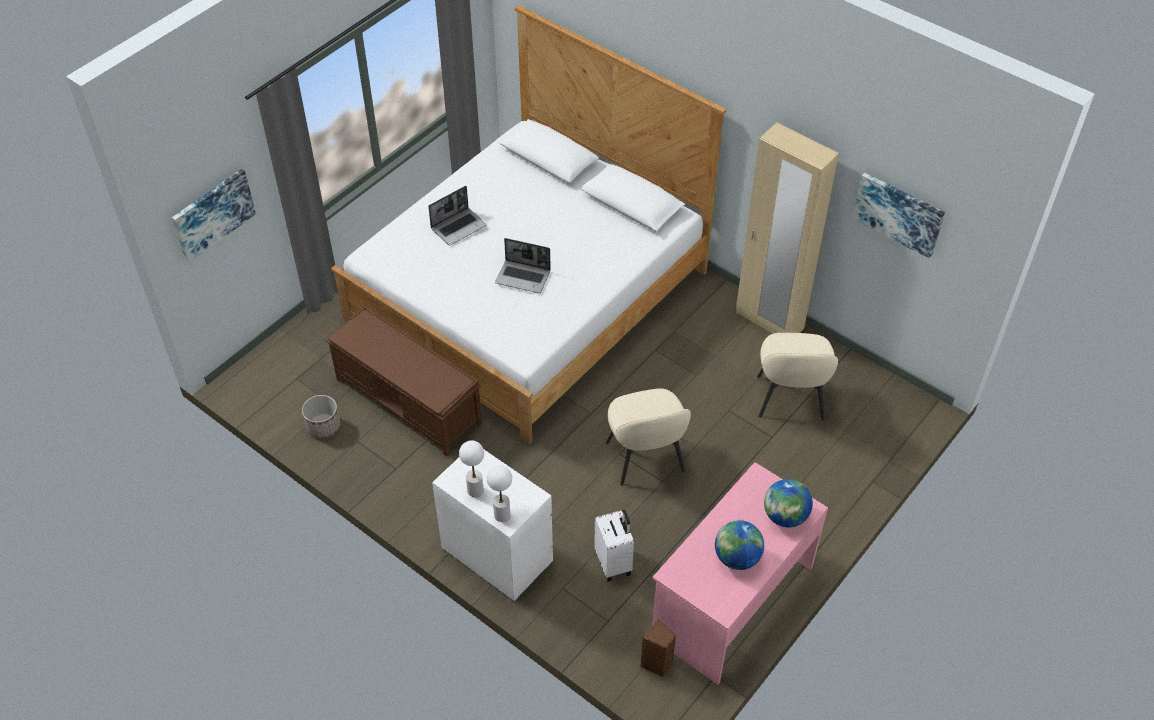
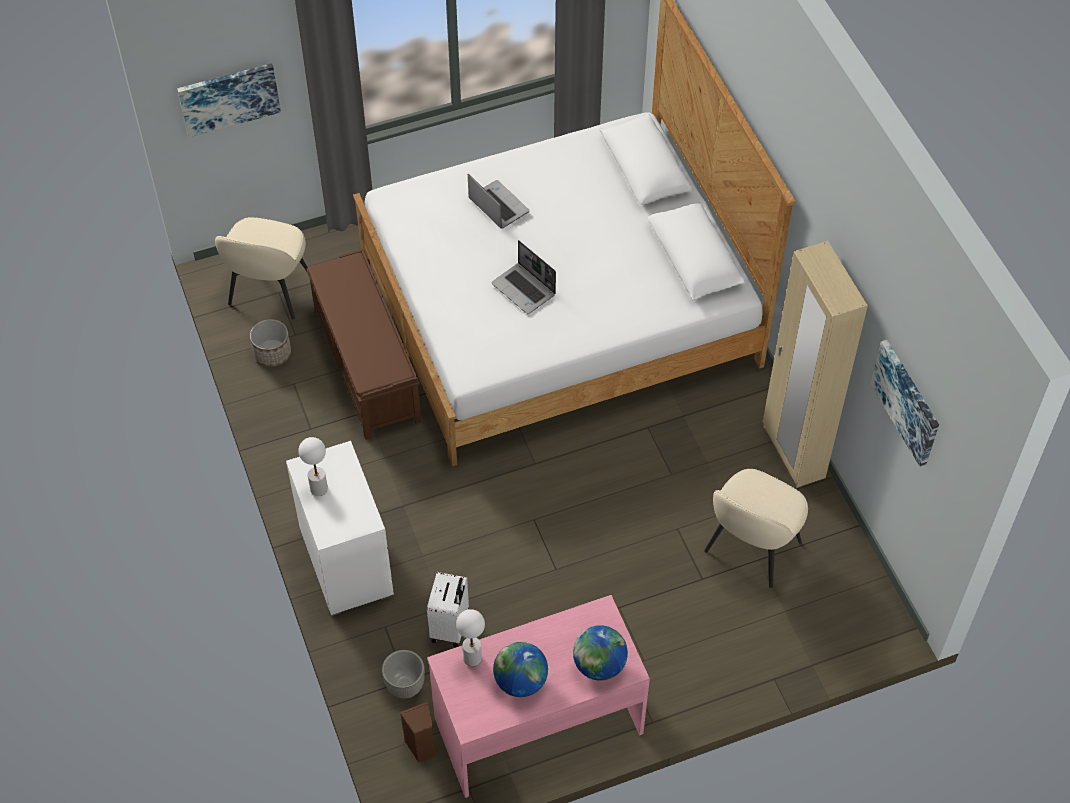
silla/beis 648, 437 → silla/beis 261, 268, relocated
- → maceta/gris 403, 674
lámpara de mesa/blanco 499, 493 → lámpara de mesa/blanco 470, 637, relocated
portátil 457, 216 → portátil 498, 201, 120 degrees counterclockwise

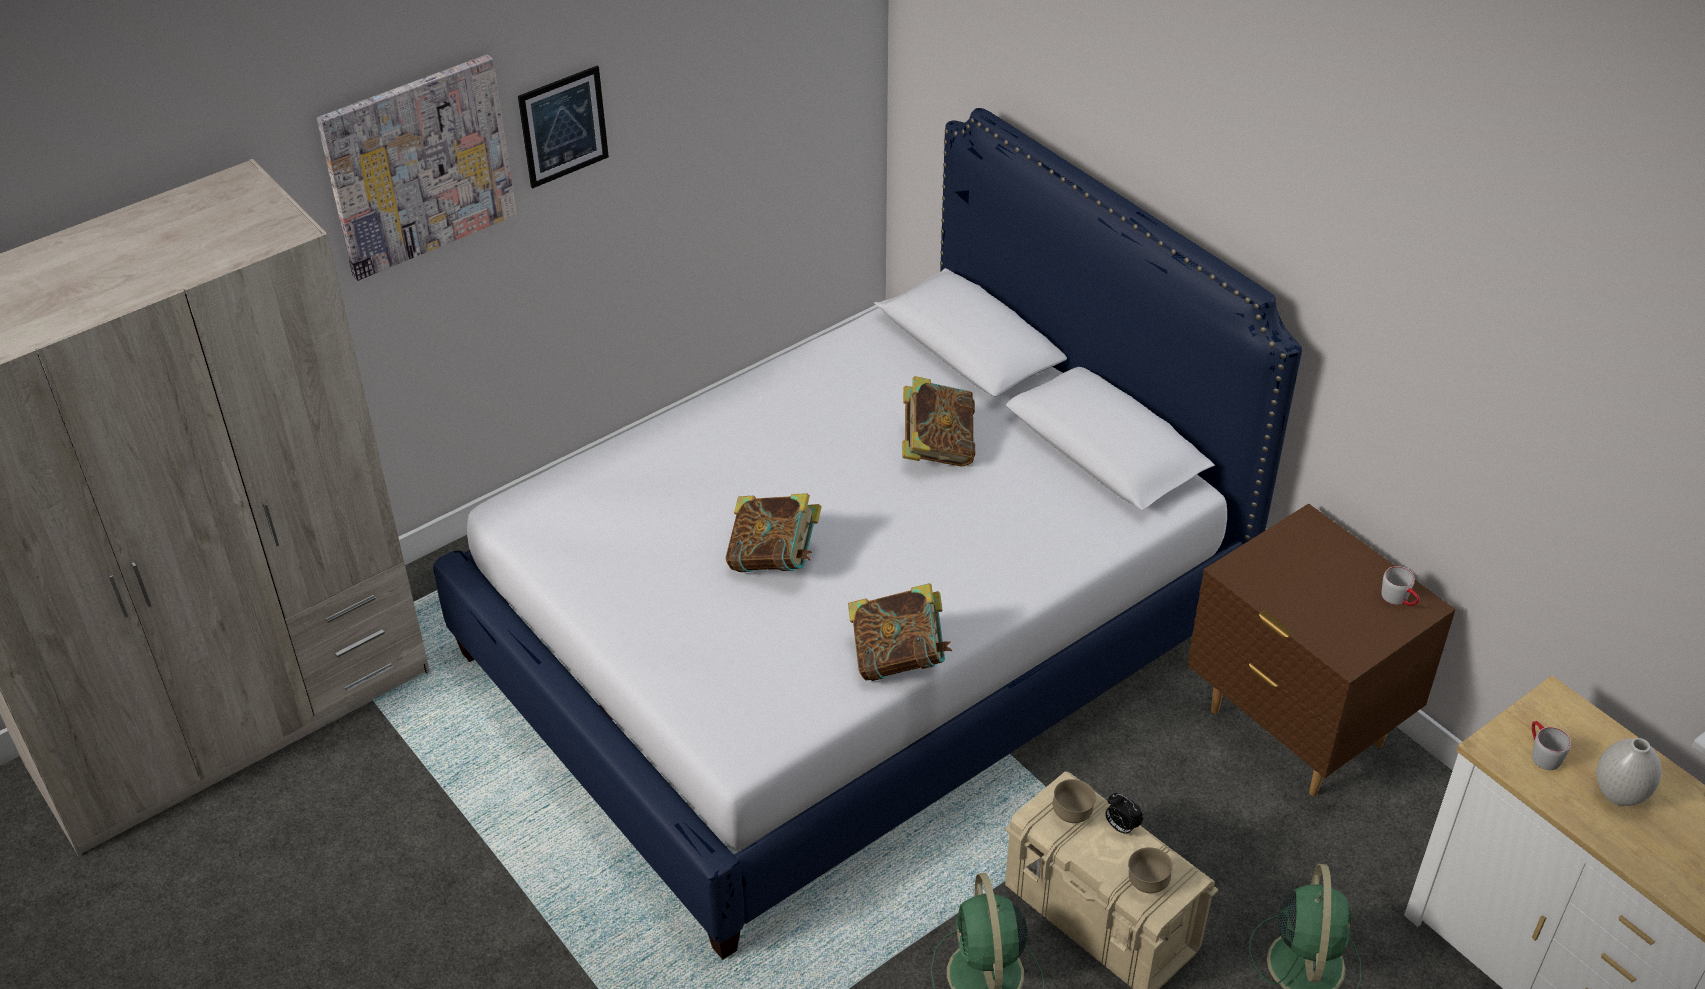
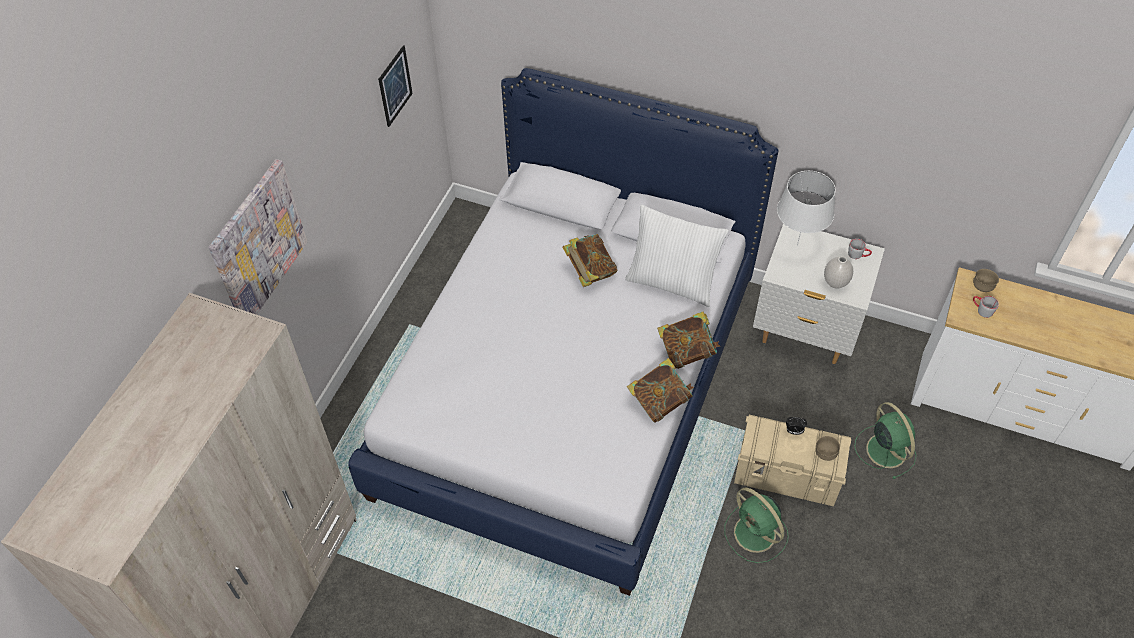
cuadro 563, 127 → cuadro 395, 86, relocated
- → cojín/blanco 677, 256
libro 774, 532 → libro 688, 340, relocated
mesita de noche/marrón 1321, 649 → mesita de noche/blanco 819, 294
- → lámpara de mesa/blanco 806, 208
florero/blanco 1629, 772 → florero/blanco 838, 272, relocated
cuenco/marrón 1074, 801 → cuenco/marrón 986, 280, relocated

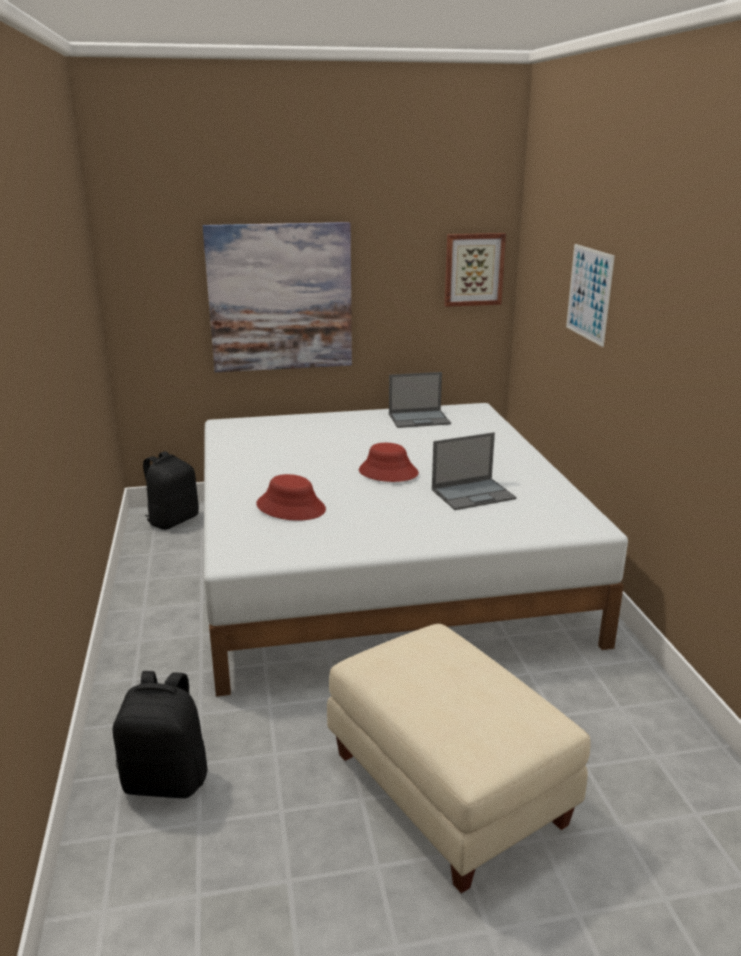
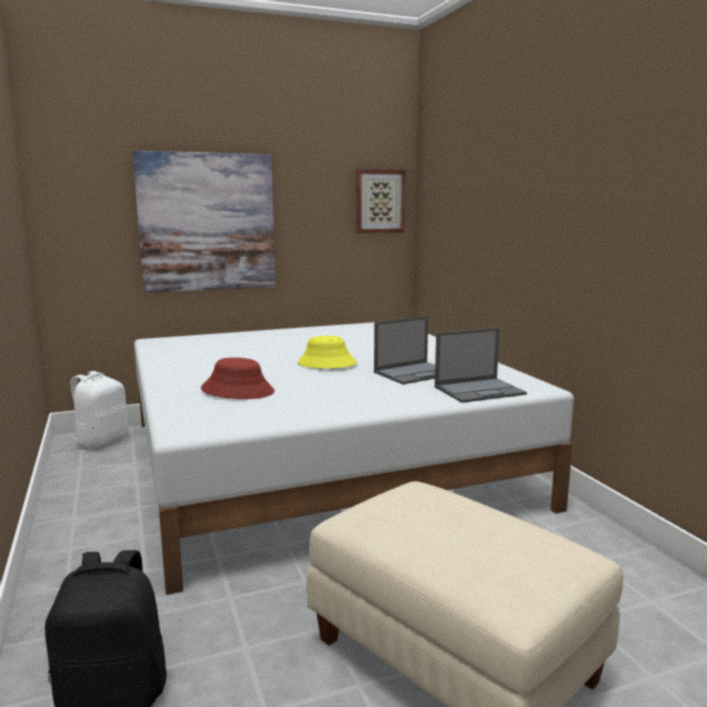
mochila/negro 171, 490 → mochila/blanco 99, 410
sombrero/rojo 389, 462 → sombrero/amarillo 327, 352
portátil 420, 400 → portátil 480, 365, relocated
cuadro 590, 295 → -

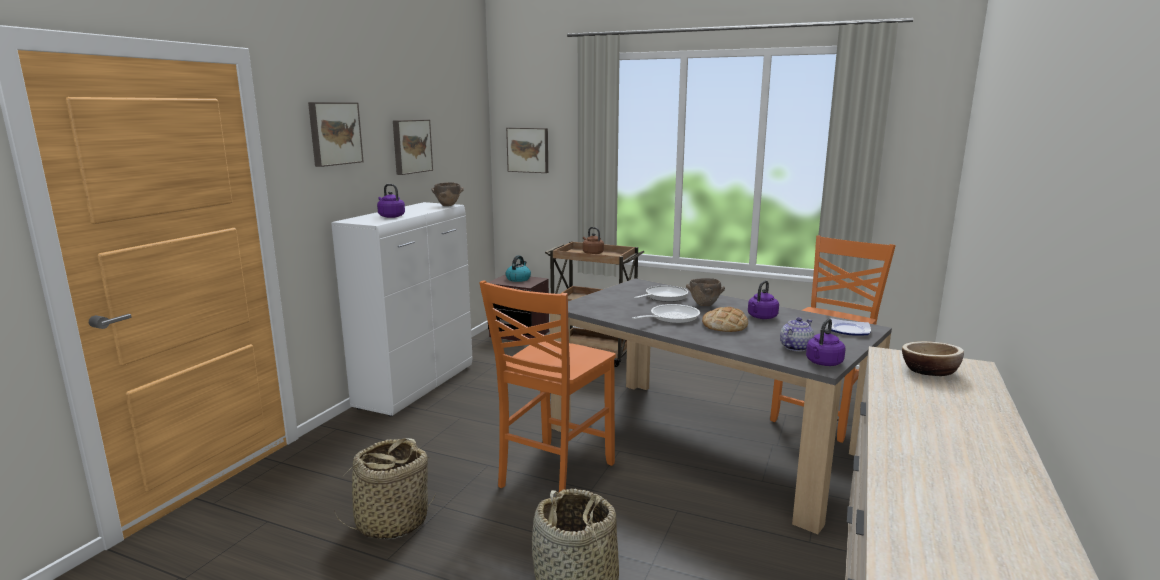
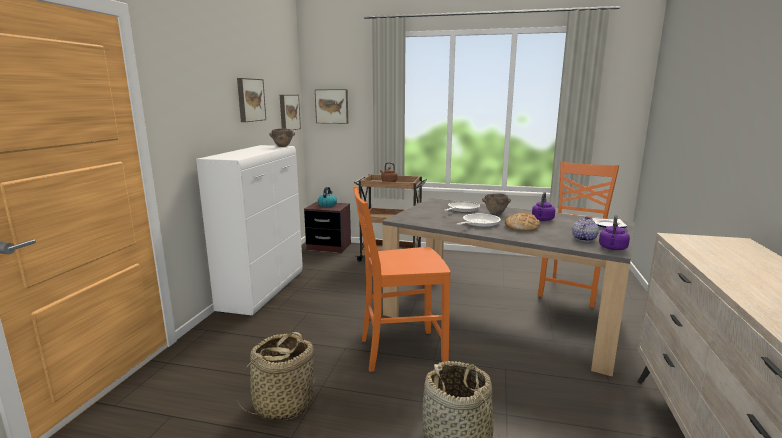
cuadro 336, 134 → cuadro 290, 112, relocated
silla/naranja 547, 386 → silla/naranja 401, 279, 60 degrees clockwise
hervidor/morado 391, 201 → -
cuenco 933, 358 → -

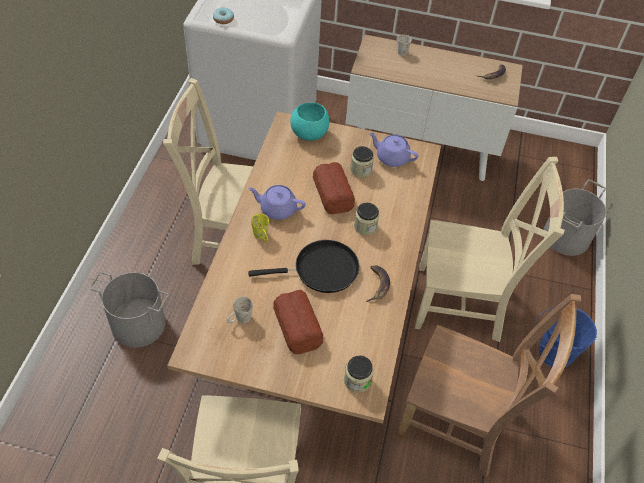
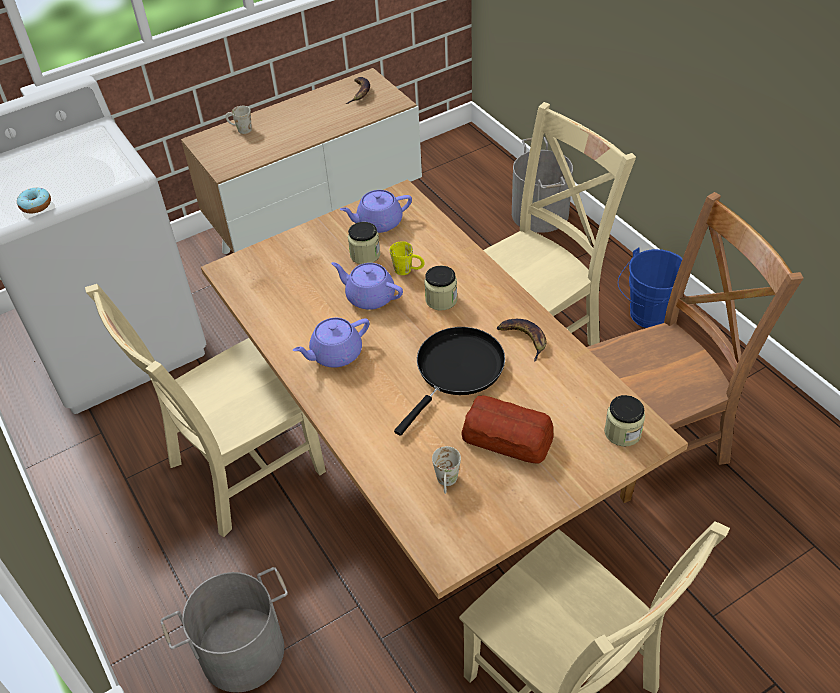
pan 334, 188 → tetera/morado 367, 286
taza grande/amarillo 260, 228 → taza grande/amarillo 407, 258, relocated
cuenco/turquesa 310, 122 → -

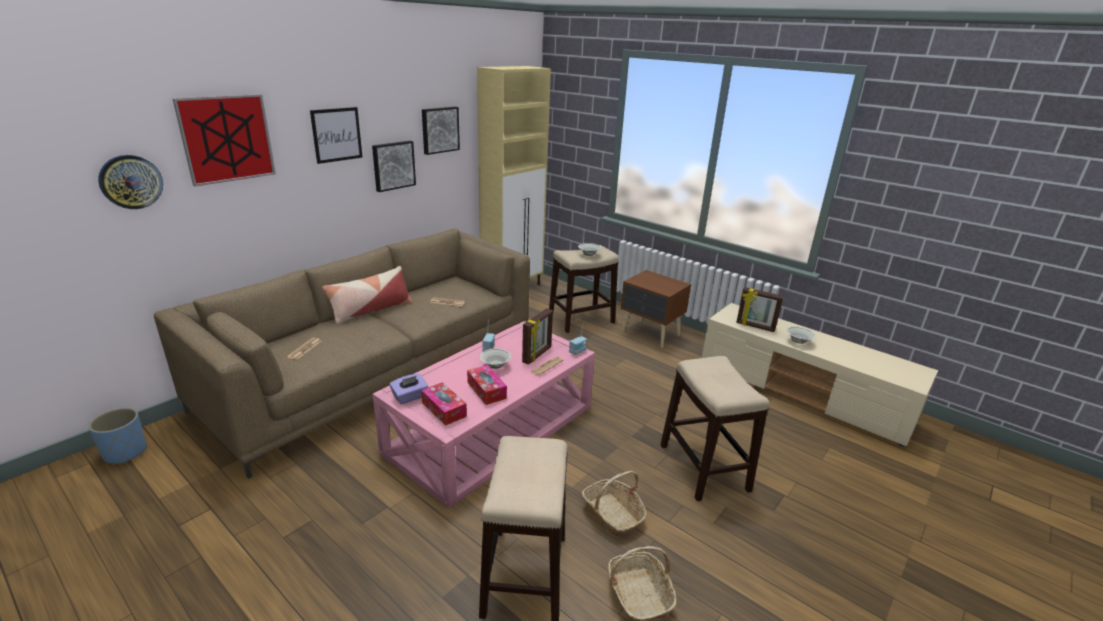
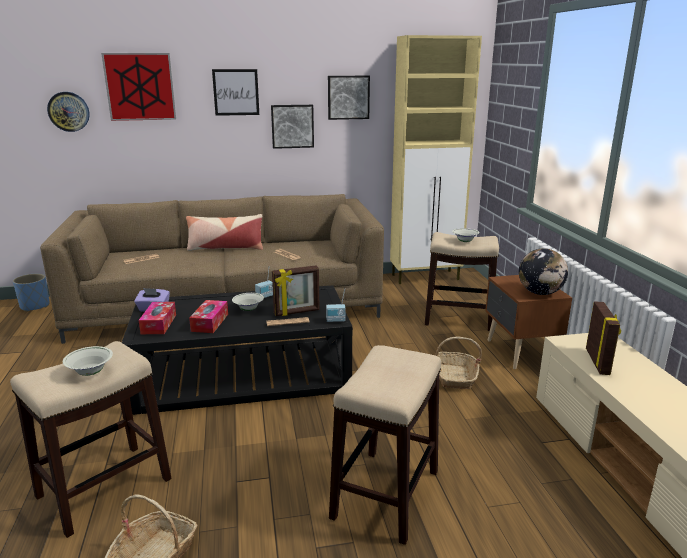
cuenco/blanco 801, 335 → cuenco/blanco 88, 361, relocated
mesa de centro/rosa 484, 414 → mesa de centro/negro 237, 350
cesta 614, 503 → cesta 458, 363, relocated
- → globo terráqueo 543, 271
portarretratos 759, 309 → portarretratos 603, 338, 150 degrees counterclockwise

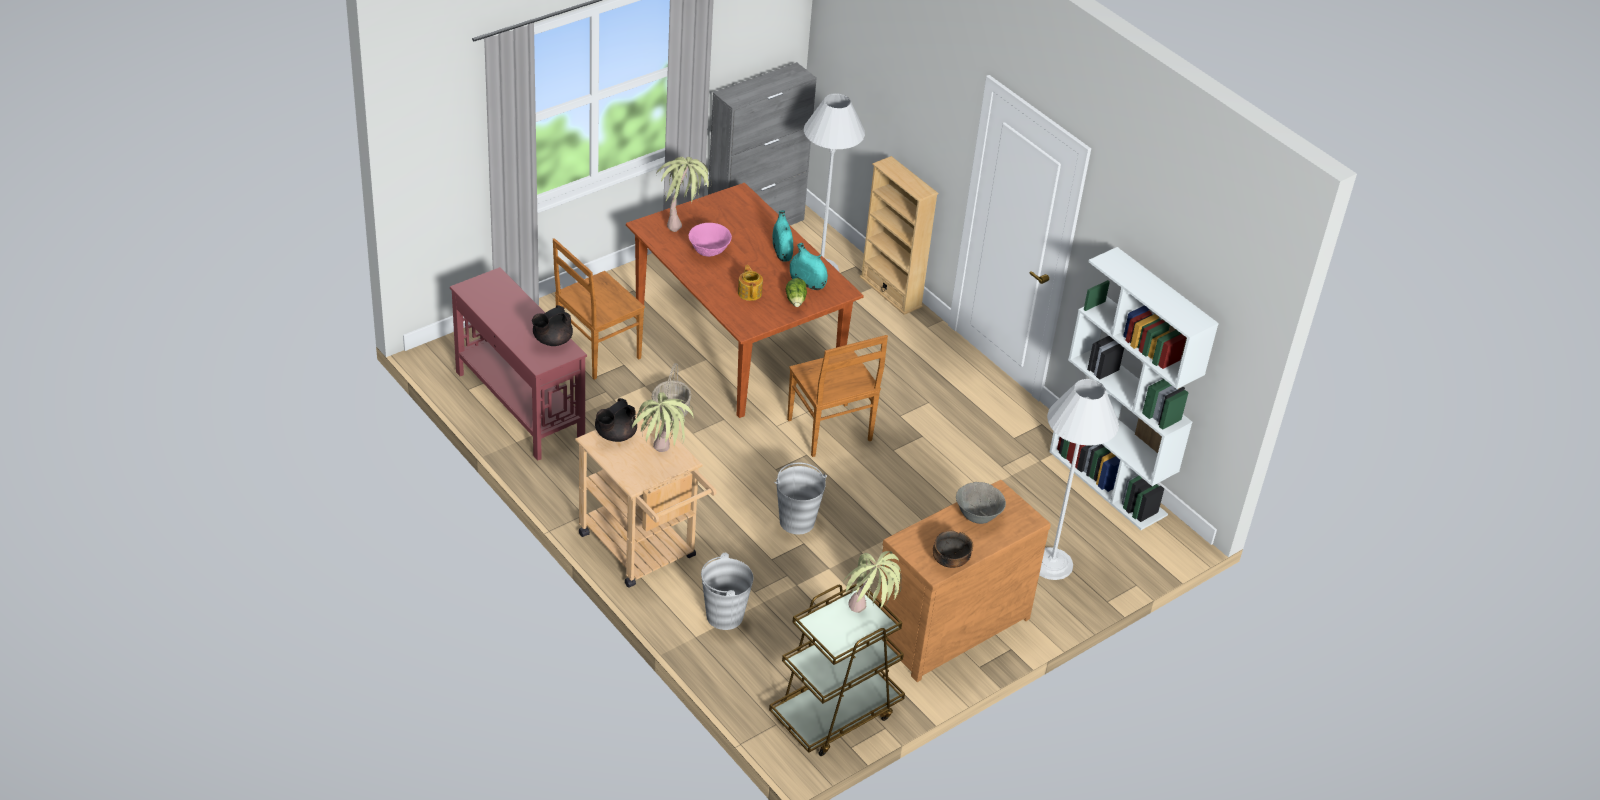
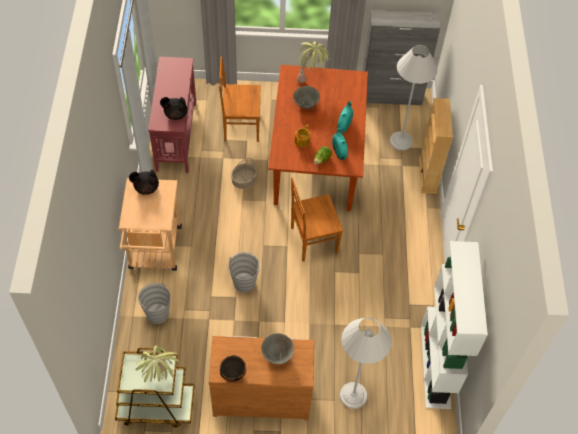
silla/marrón 837, 396 → silla/marrón 317, 220, 60 degrees clockwise
cuenco/rosa 710, 240 → cuenco/gris 306, 97
planta en maceta 662, 422 → -

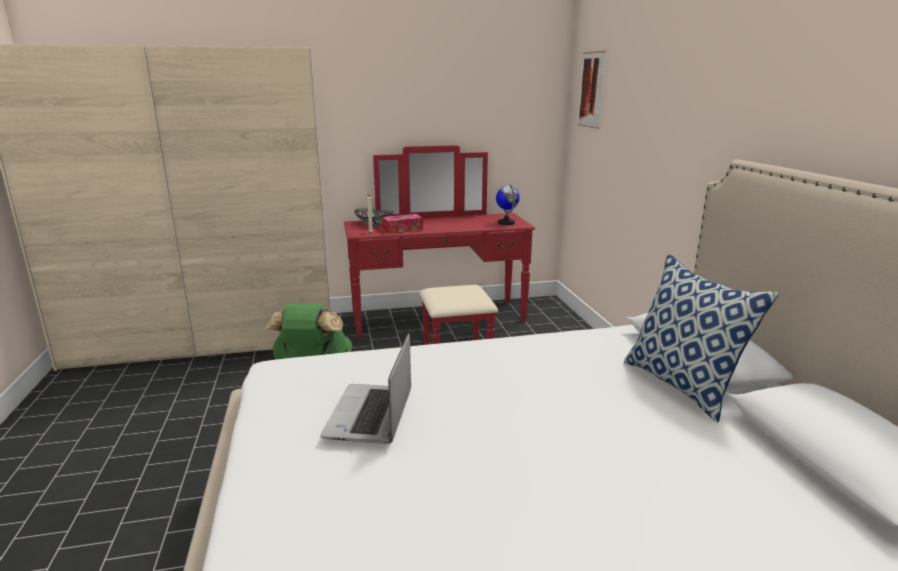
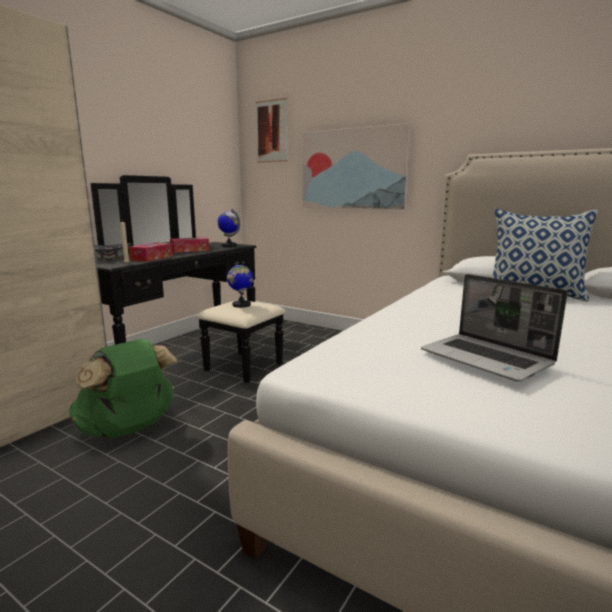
cómoda/rojo 439, 245 → cómoda/negro 188, 279
- → caja de pañuelos 189, 245
- → globo terráqueo 240, 284
- → cuadro 356, 166

